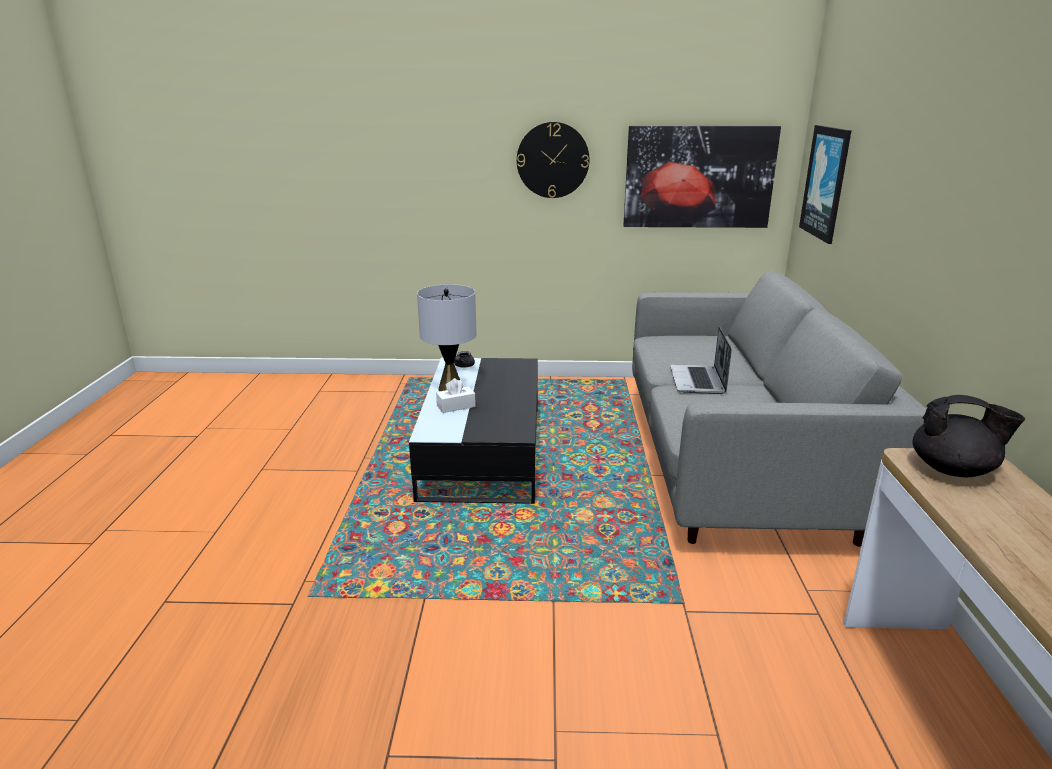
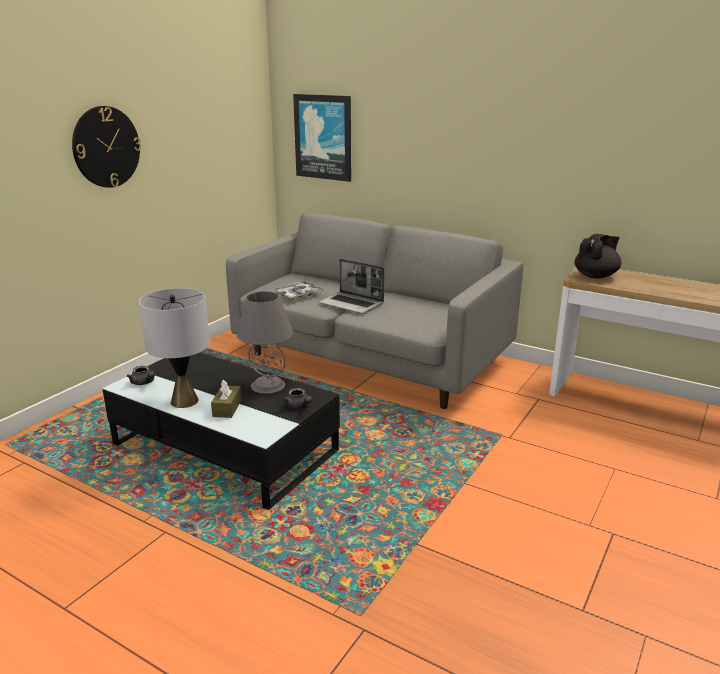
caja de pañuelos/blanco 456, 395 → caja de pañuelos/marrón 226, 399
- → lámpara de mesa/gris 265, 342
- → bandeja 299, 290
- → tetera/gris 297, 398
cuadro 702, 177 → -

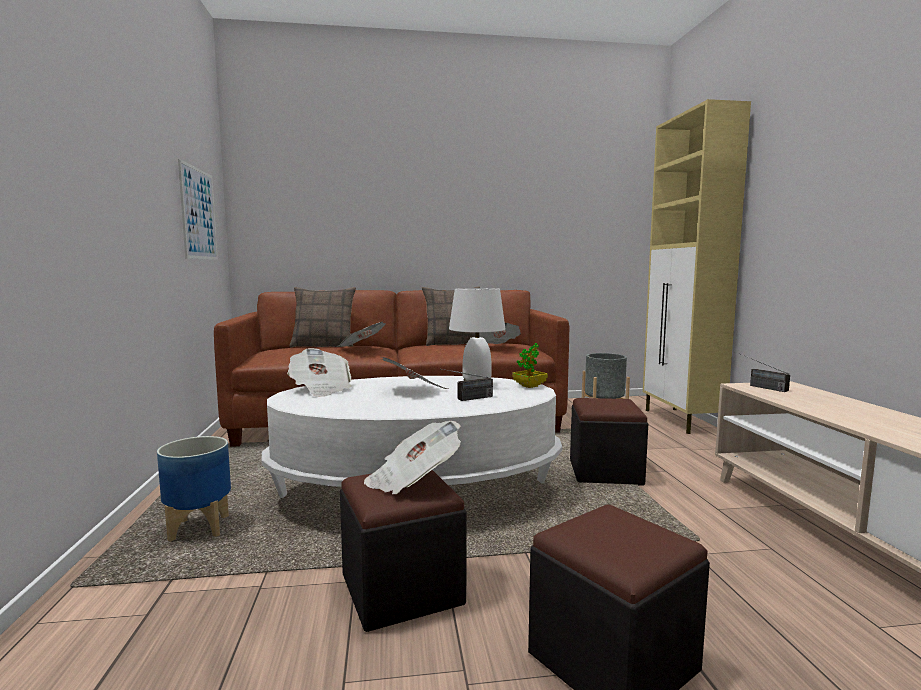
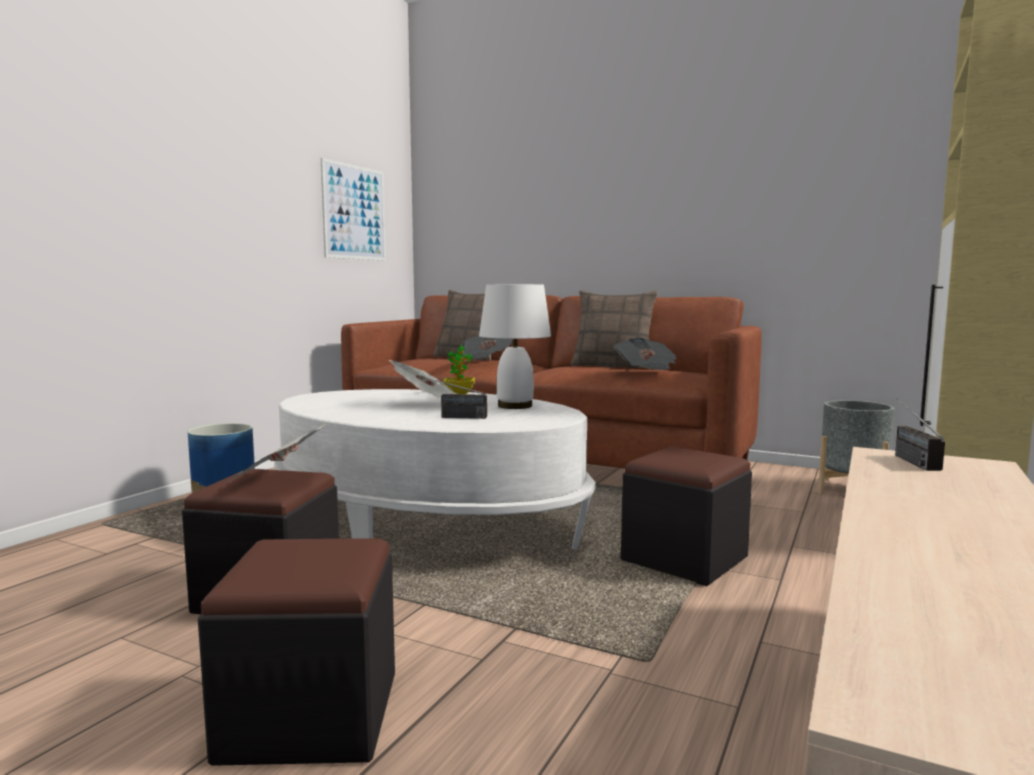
planta en maceta 530, 365 → planta en maceta 459, 369, relocated
periódico 319, 372 → -

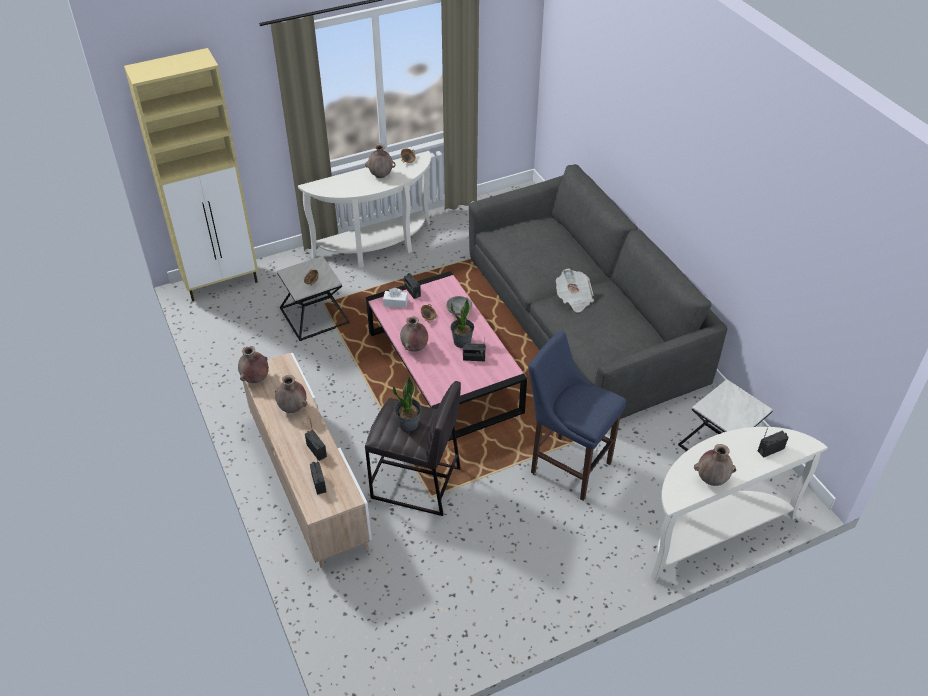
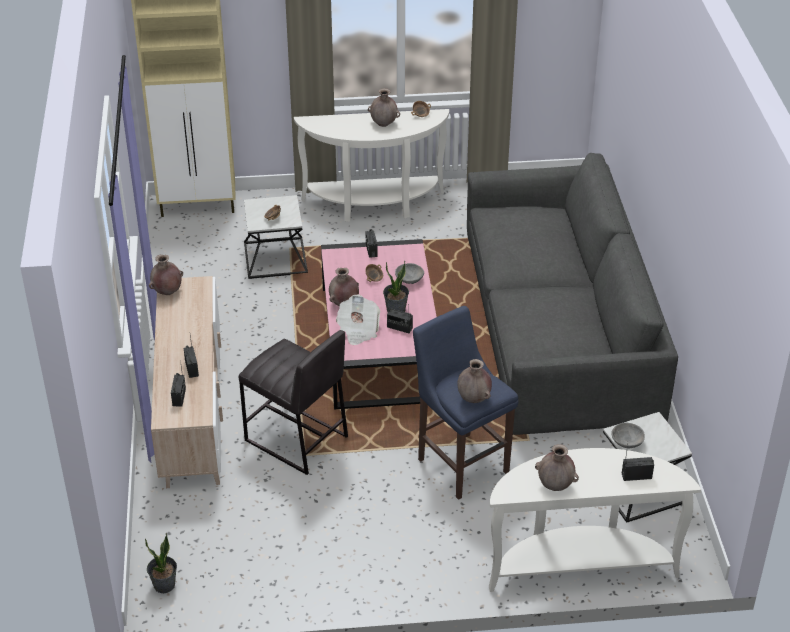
planta en maceta 407, 404 → planta en maceta 161, 563, relocated
periódico 575, 291 → periódico 358, 319, relocated
florero/marrón 291, 394 → florero/marrón 474, 381, relocated
- → cuenco/gris 628, 435
caja de pañuelos/blanco 395, 298 → -

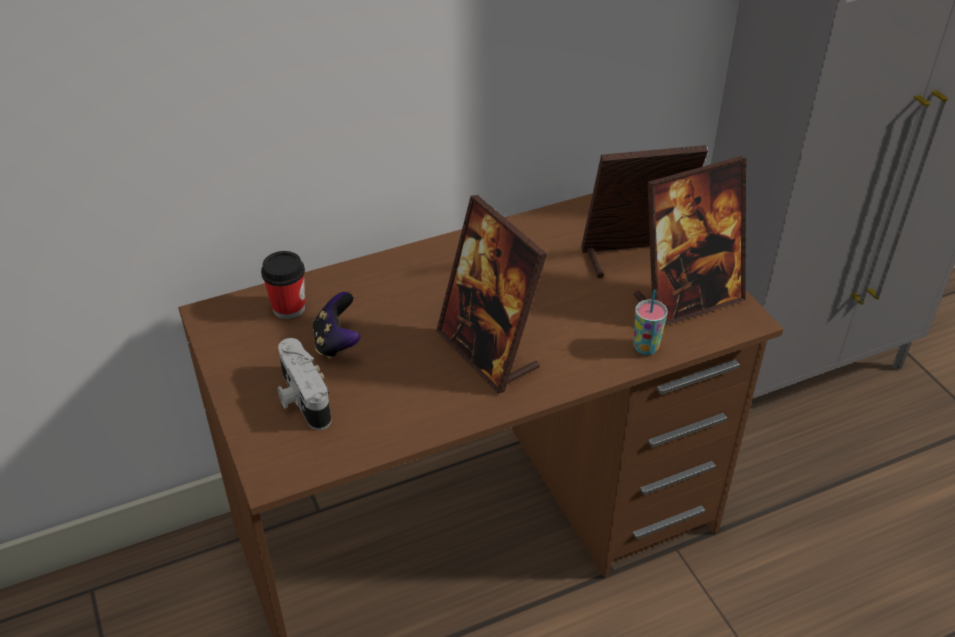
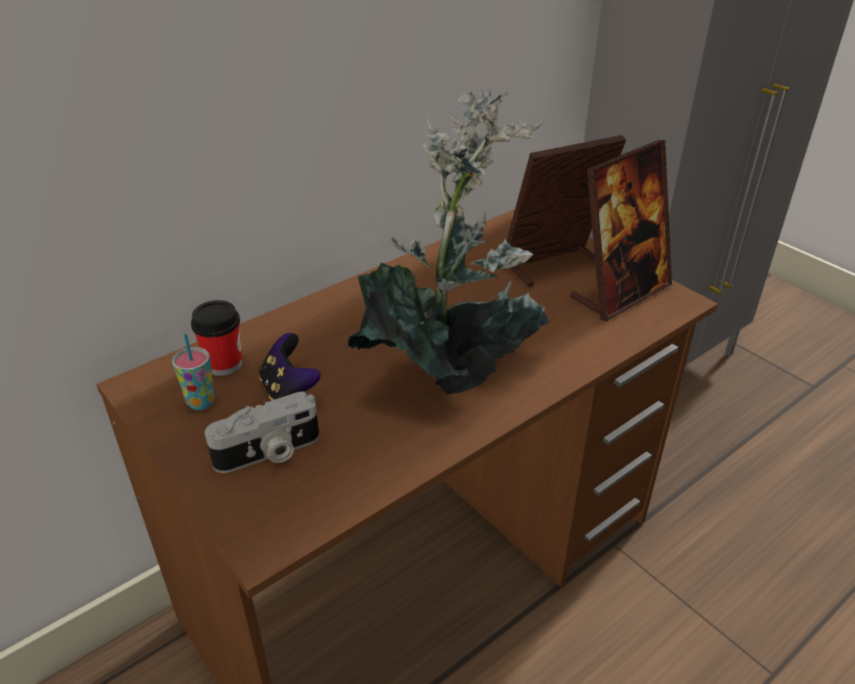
taza 650, 322 → taza 193, 372, relocated
cámara 304, 384 → cámara 262, 432, 75 degrees counterclockwise
portarretratos 491, 294 → planta en maceta 449, 241

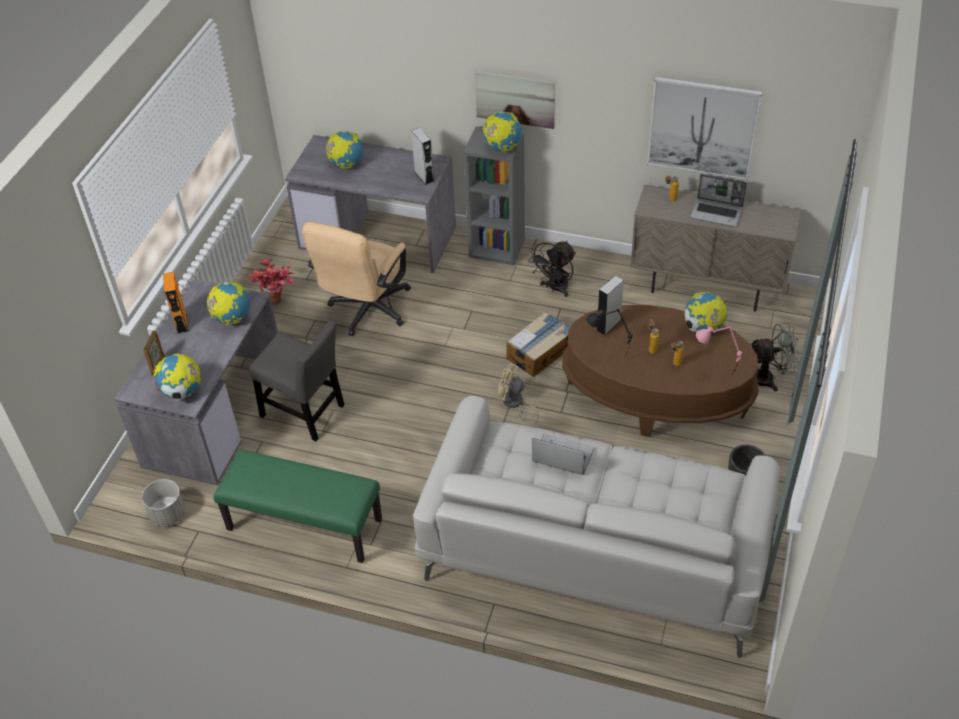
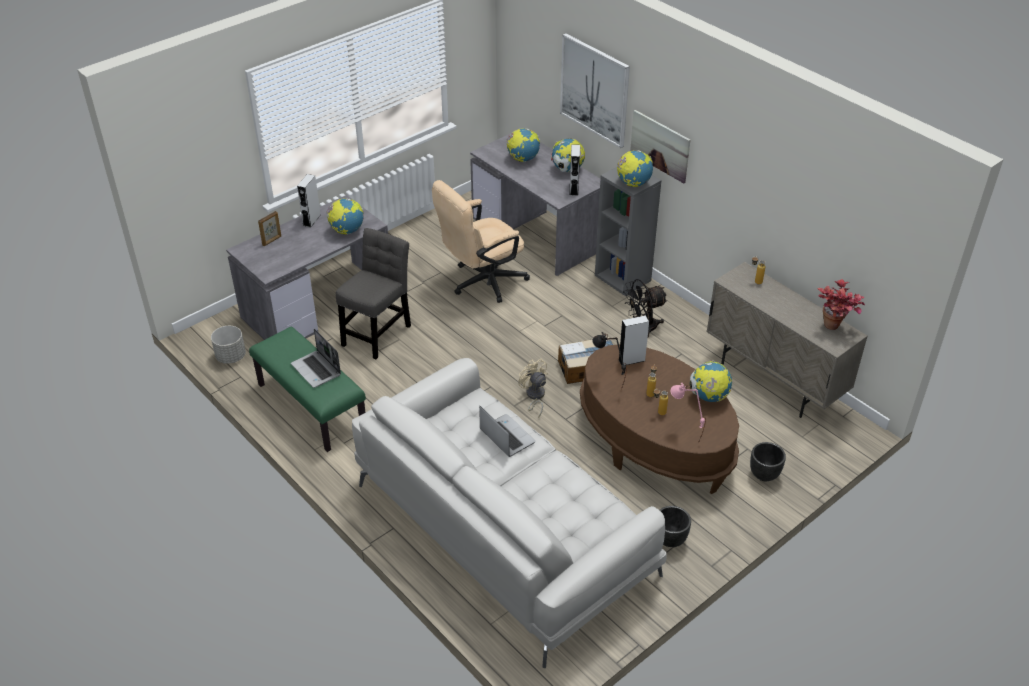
portátil 718, 200 → portátil 316, 358, relocated
altavoz/naranja 175, 303 → altavoz/gris 309, 200
silla/gris 297, 380 → silla/gris 373, 293, 120 degrees counterclockwise
globo terráqueo 177, 377 → globo terráqueo 568, 155, relocated
cuadro 704, 129 → cuadro 595, 90, relocated
ventilador/gris 775, 357 → maceta/negro 768, 461
planta en maceta 270, 281 → planta en maceta 841, 304, relocated

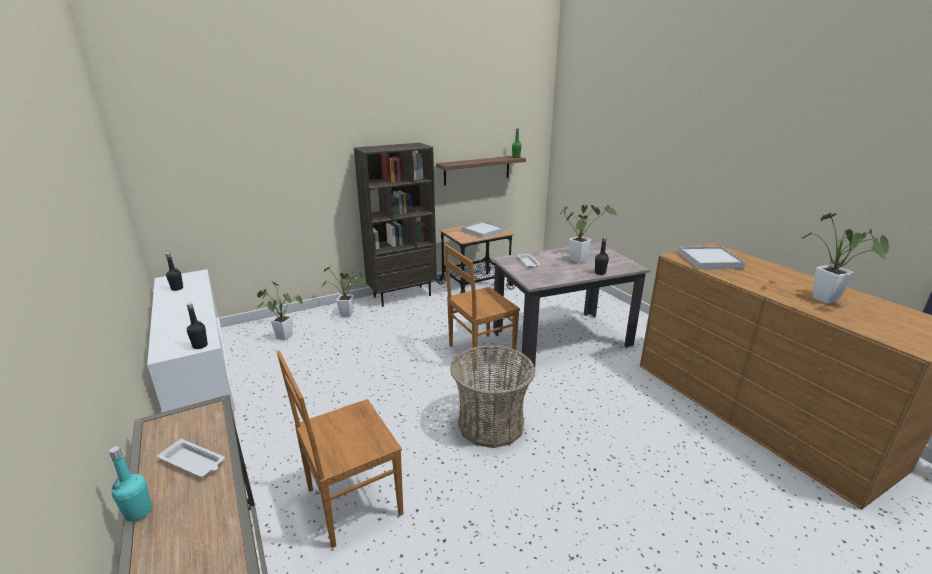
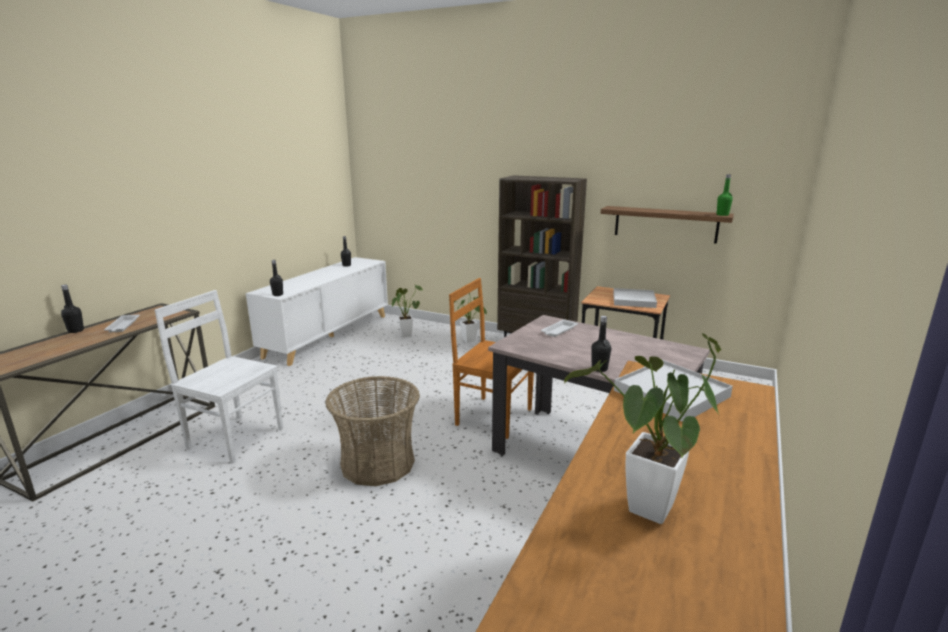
botella/turquesa 130, 484 → botella/negro 72, 309
silla/marrón 340, 449 → silla/blanco 219, 377
planta en maceta 588, 234 → -

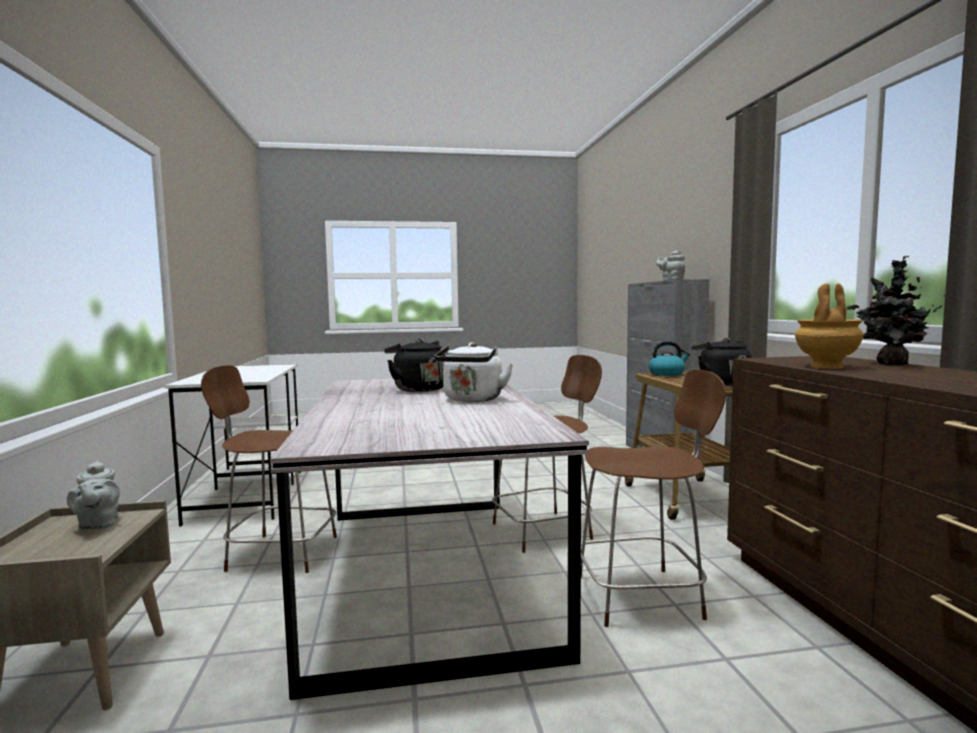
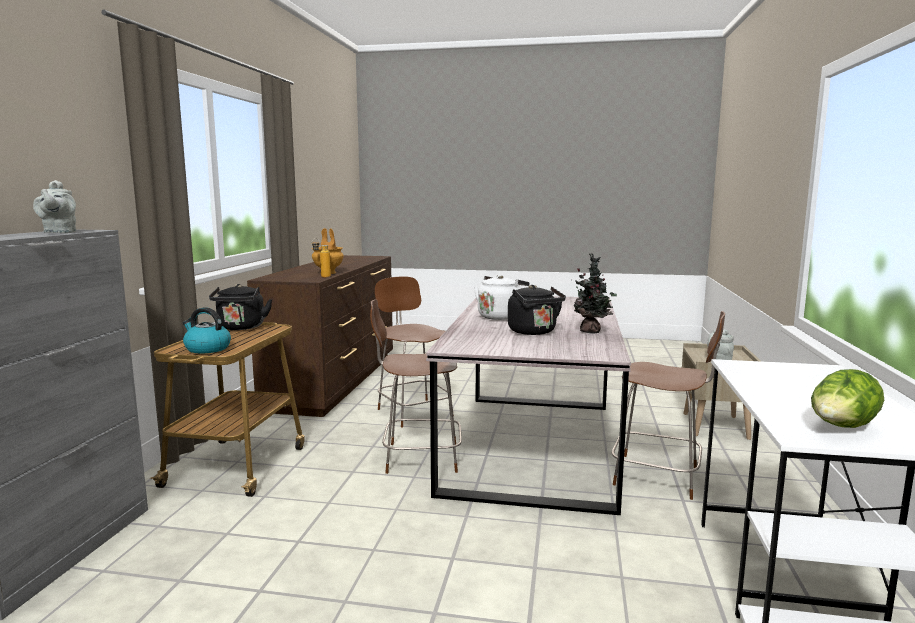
- → botella 321, 258
silla/marrón 653, 498 → silla/marrón 414, 351, 45 degrees clockwise
planta en maceta 896, 310 → planta en maceta 595, 293, relocated
- → lechuga 847, 398

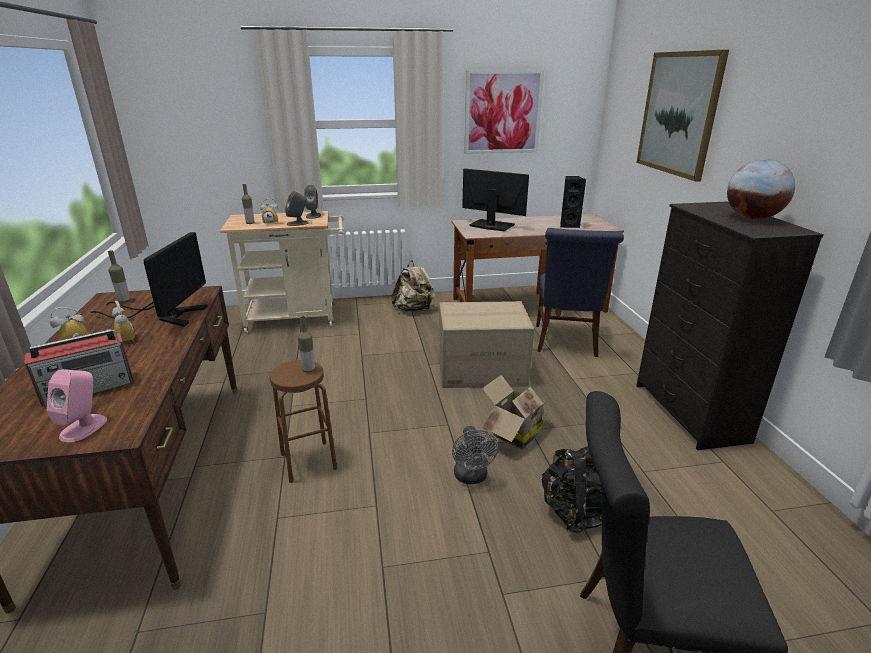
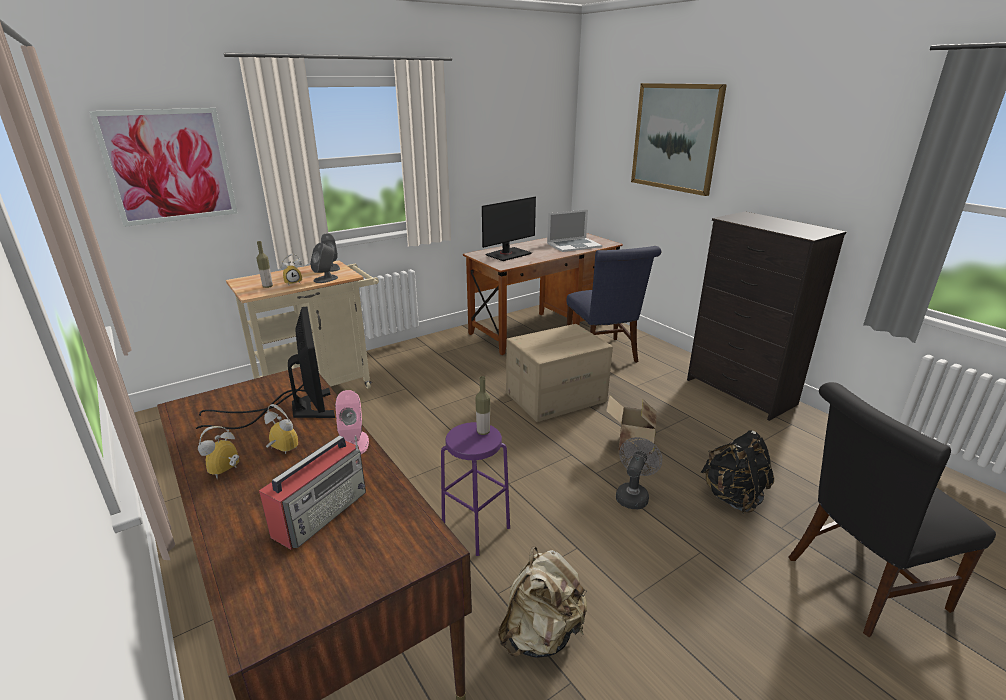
cuadro 504, 112 → cuadro 163, 167, relocated
altavoz/rosa 77, 405 → altavoz/rosa 352, 422, relocated
taburete/marrón 303, 421 → taburete/morado 475, 489
monitor 495, 199 → monitor 509, 229, 135 degrees clockwise
mochila/beis 413, 285 → mochila/beis 542, 602, relocated
altavoz/negro 573, 202 → portátil 574, 231
ventilador/gris 475, 455 → ventilador/gris 639, 473, 120 degrees counterclockwise
botella 119, 276 → -
globo terráqueo 761, 189 → -

